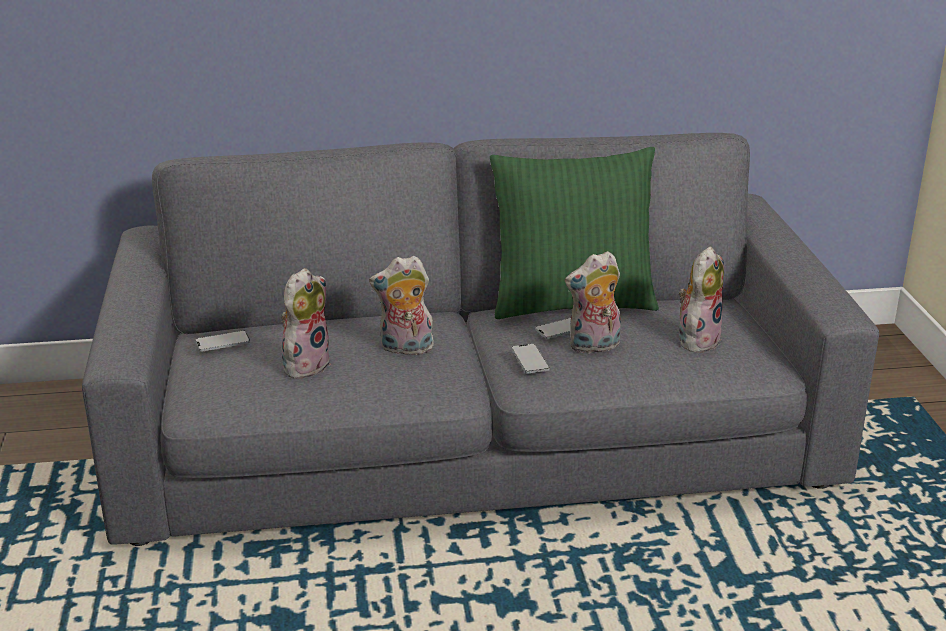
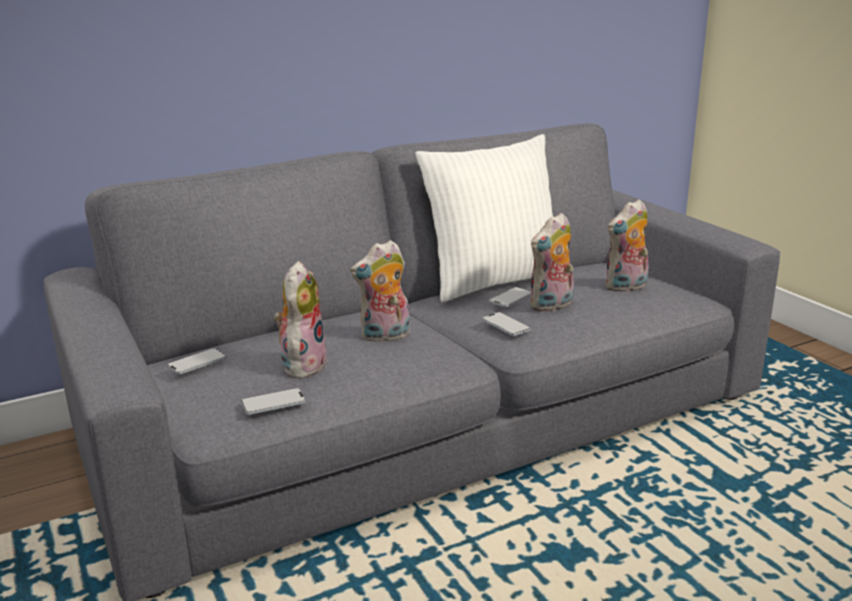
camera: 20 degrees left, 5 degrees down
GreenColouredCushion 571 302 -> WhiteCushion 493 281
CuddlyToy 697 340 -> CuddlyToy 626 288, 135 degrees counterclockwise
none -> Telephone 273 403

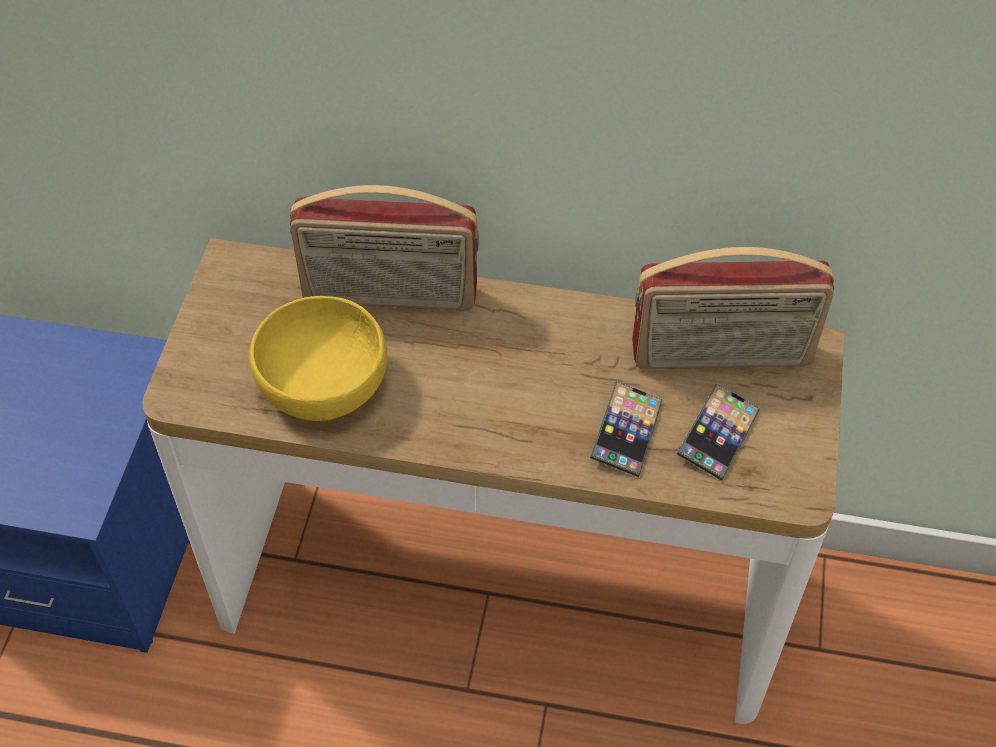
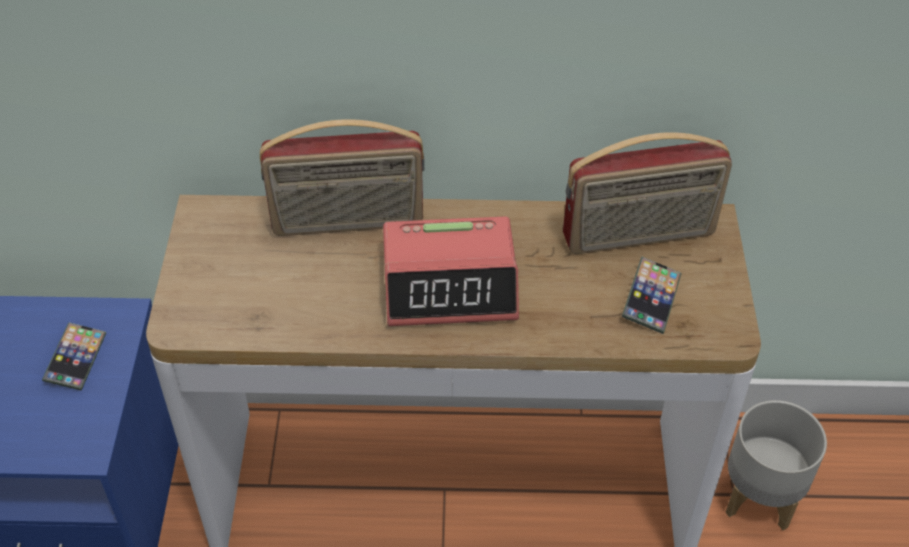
camera: 10 degrees left, 5 degrees down
YellowServingBowl 321 383 -> none
Telephone 626 432 -> Telephone 76 359, shifted
none -> AlarmClock 450 284
none -> GreyPlantPot 760 498

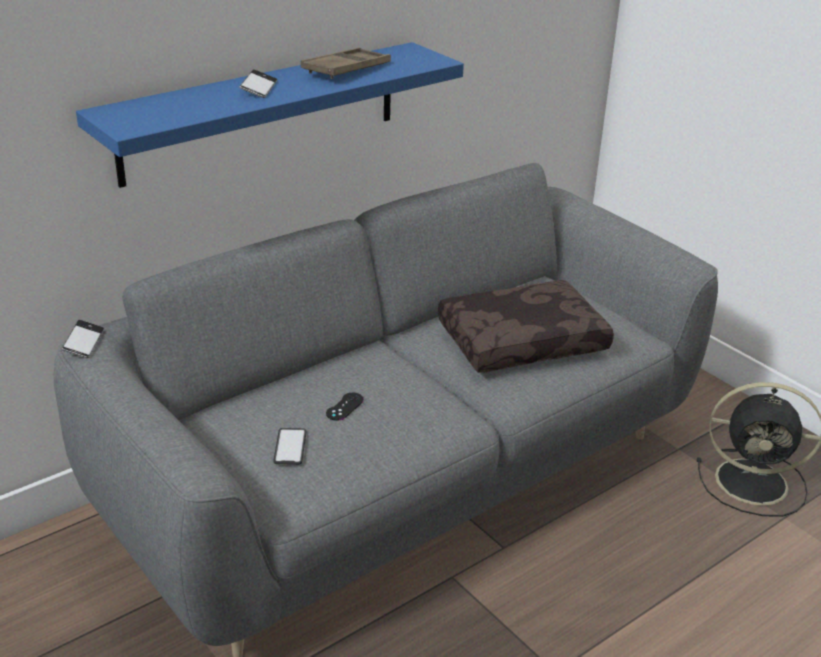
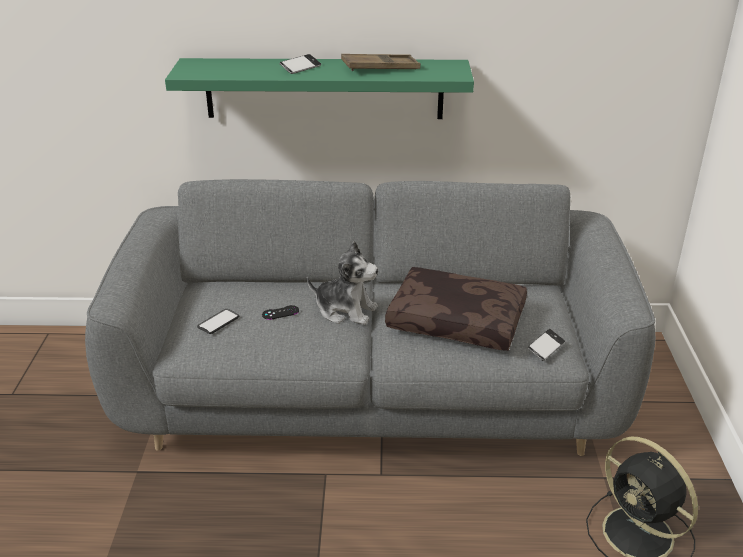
camera: 40 degrees right, 0 degrees up
BlueWallShelf 262 112 -> GreenColouredWallShelf 324 88
Telephone 84 343 -> Telephone 545 348, shifted
none -> CuddlyToy 345 310

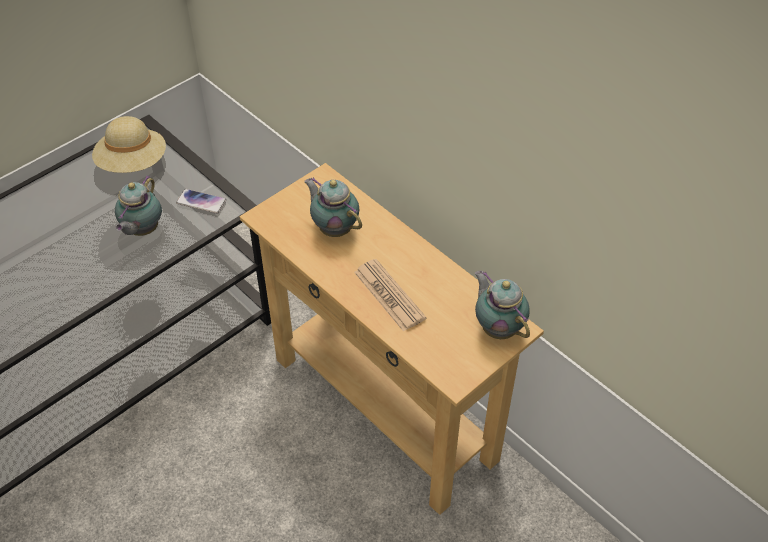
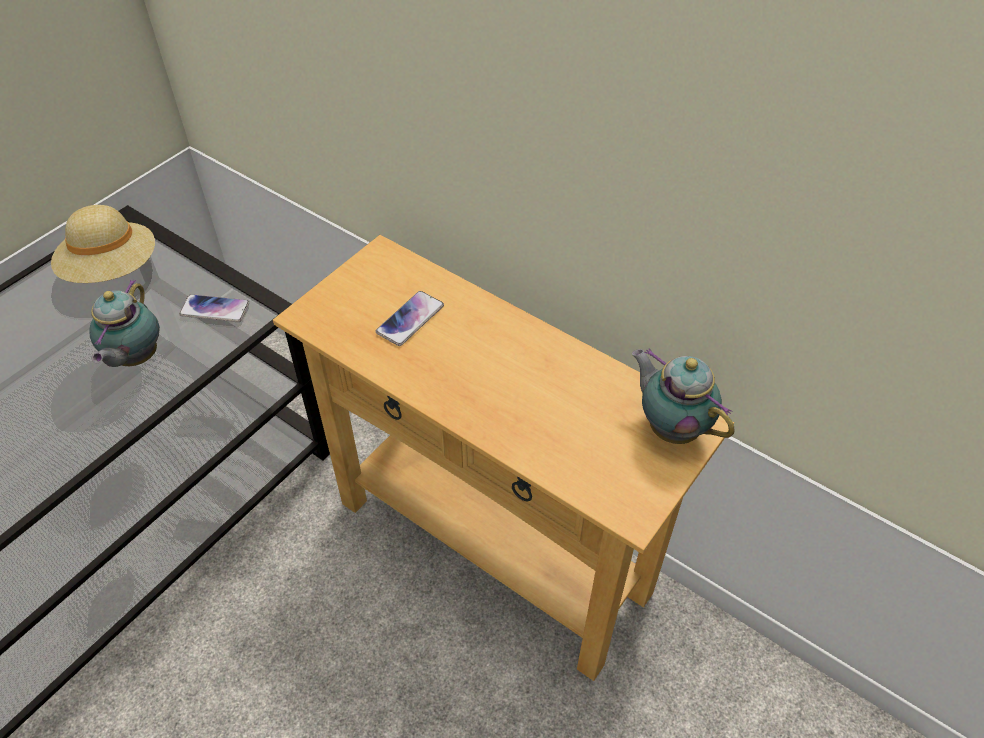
camera: 10 degrees left, 0 degrees up
PotForTea 334 228 -> Telephone 410 319
PrintedPaper 389 295 -> none

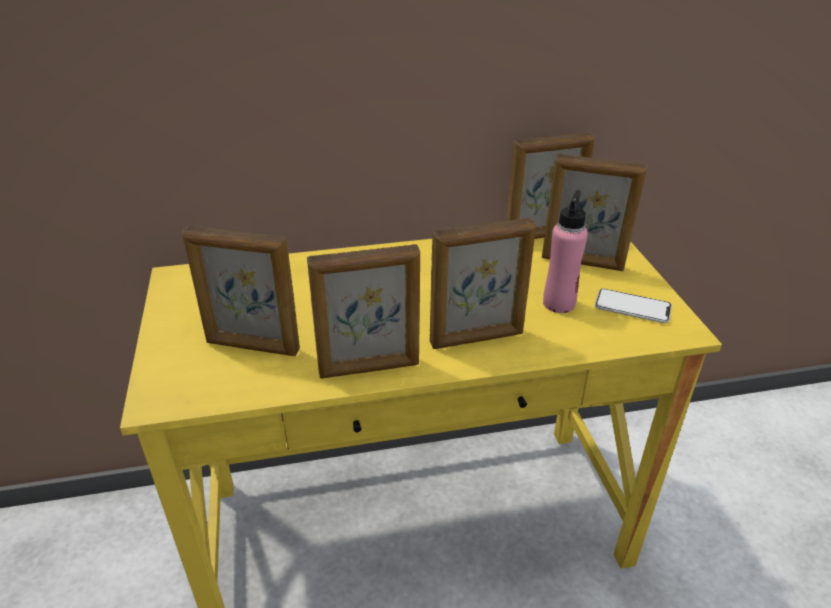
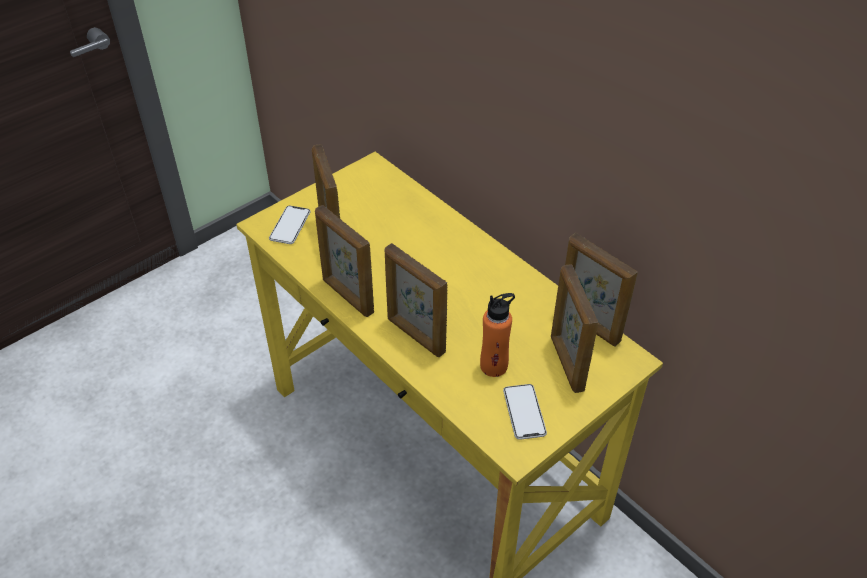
camera: 60 degrees right, 10 degrees up
PinkishBottle 559 303 -> OrangeBottle 494 366
none -> Telephone 290 225

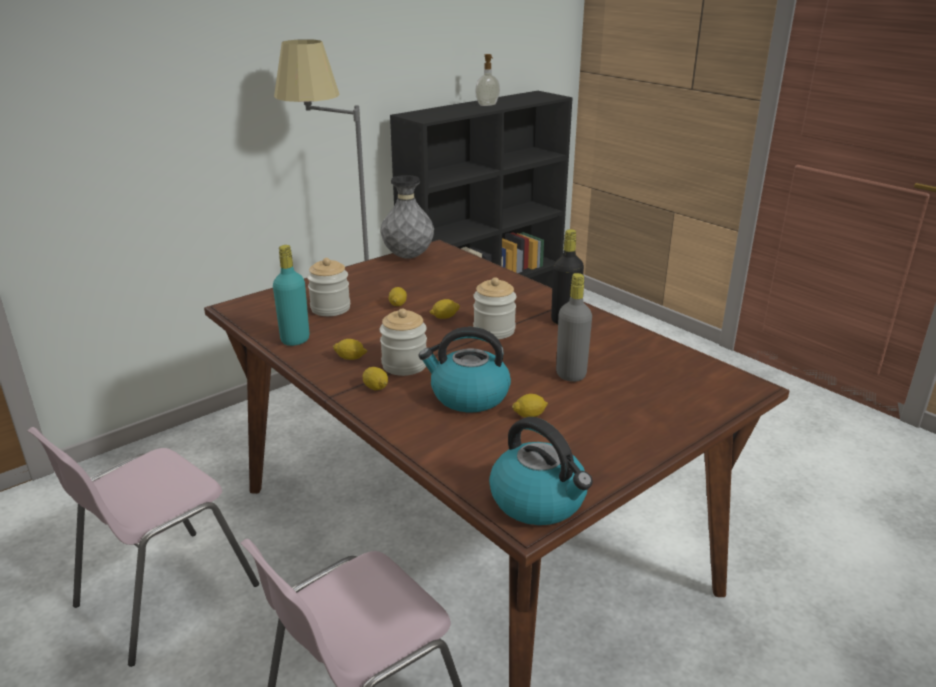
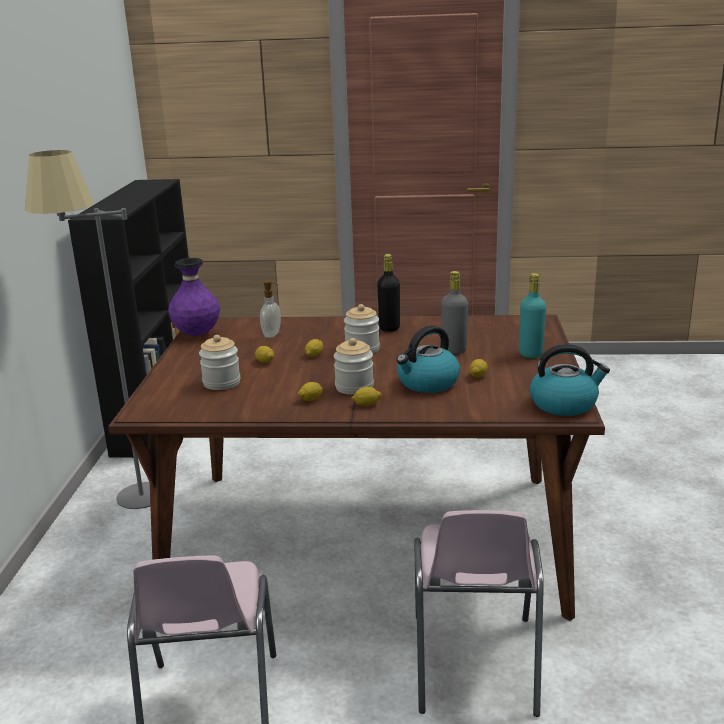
camera: 45 degrees left, 5 degrees down
LiquidSoapBottle 487 105 -> LiquidSoapBottle 272 334, shifted
GreyFlowerVase 408 257 -> PurplishFlowerVase 197 334
TurquoiseBottle 295 340 -> TurquoiseBottle 530 354, shifted

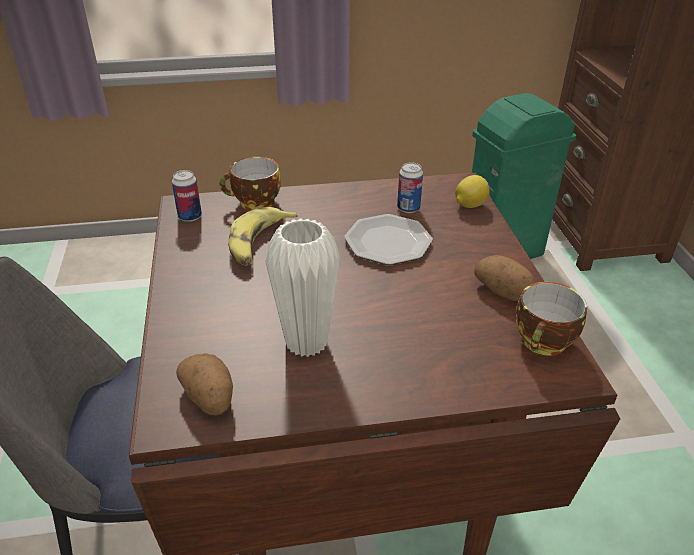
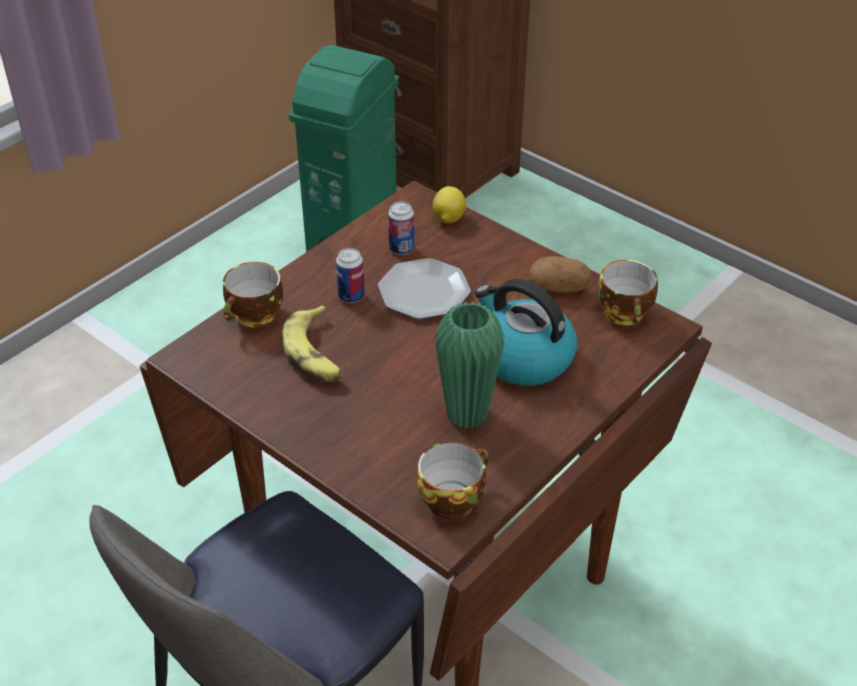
camera: 40 degrees left, 5 degrees up
SealedCan 190 217 -> SealedCan 351 296, shifted
WhiteFlowerVase 306 342 -> GreenColouredFlowerVase 467 414
Spud 210 398 -> SmallCup 452 498
none -> TeaKettle 523 357

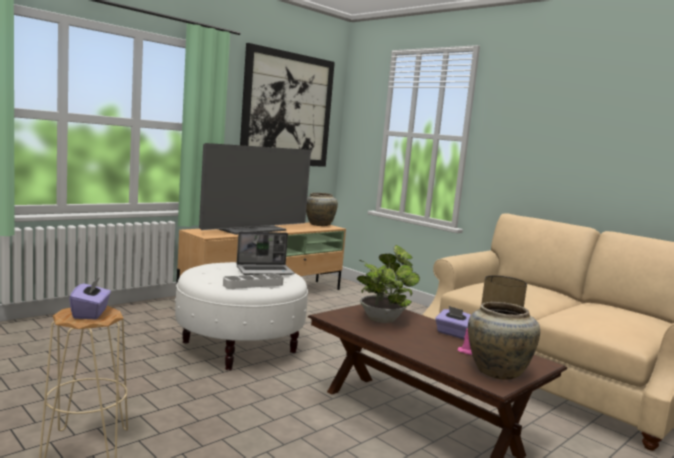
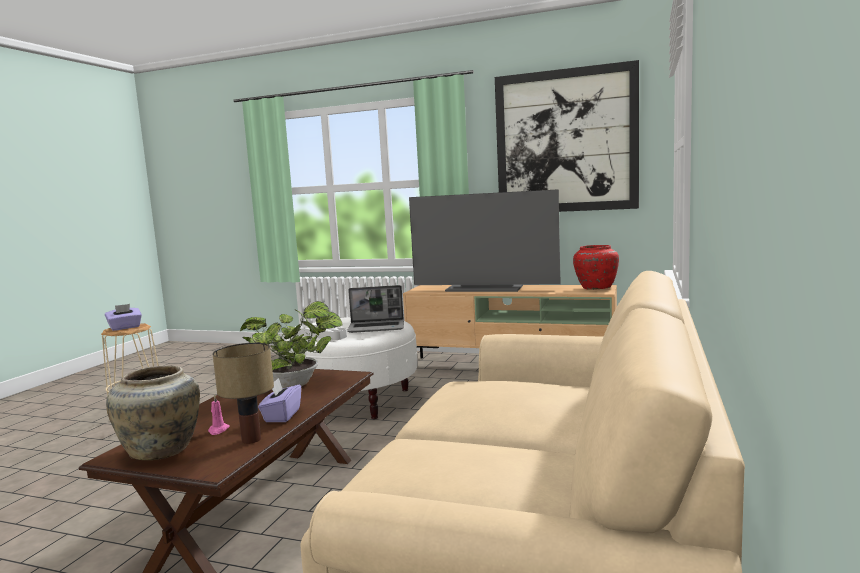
camera: 65 degrees right, 0 degrees up
SandColouredFlowerVase 319 224 -> ReddishFlowerVase 596 288
PortableComputer 265 271 -> PortableComputer 377 327, 45 degrees counterclockwise

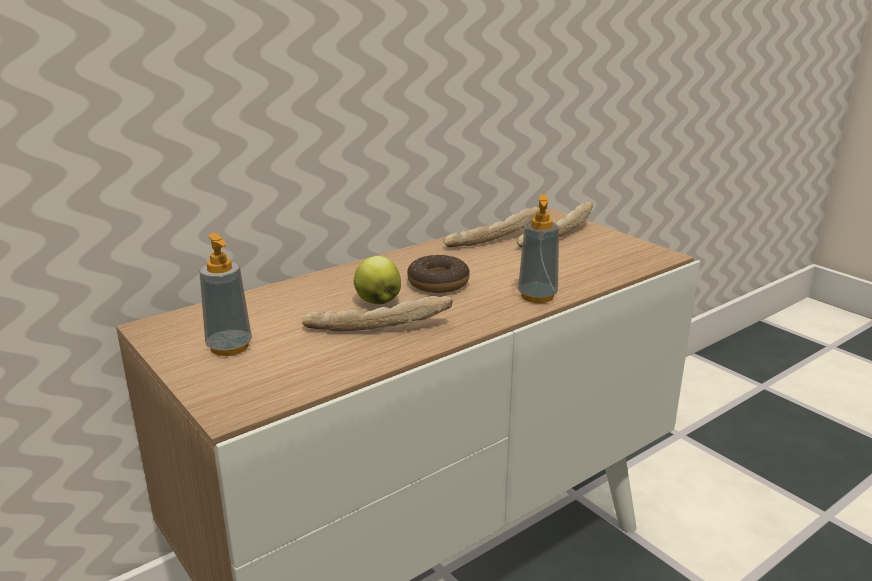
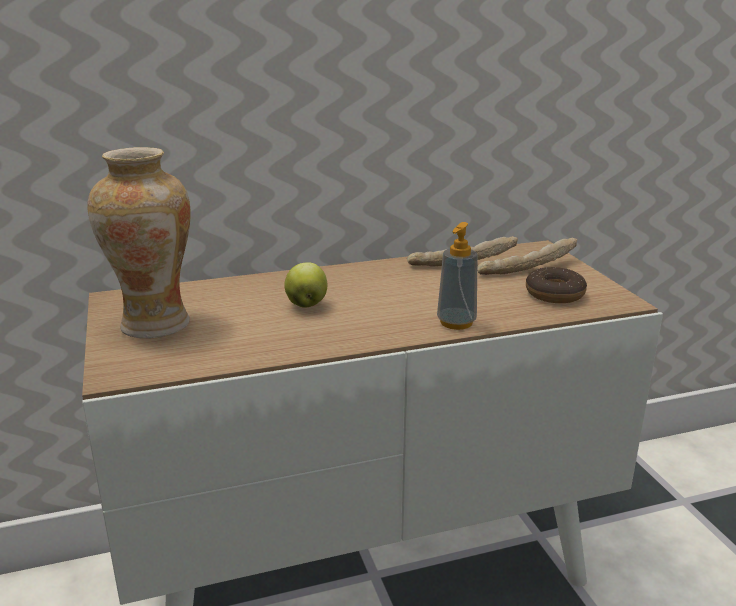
camera: 20 degrees right, 0 degrees up
LiquidSoapBottle 229 347 -> FlowerVase 155 324
Doughnut 438 283 -> Doughnut 554 294, shifted
BakedBread 378 326 -> none

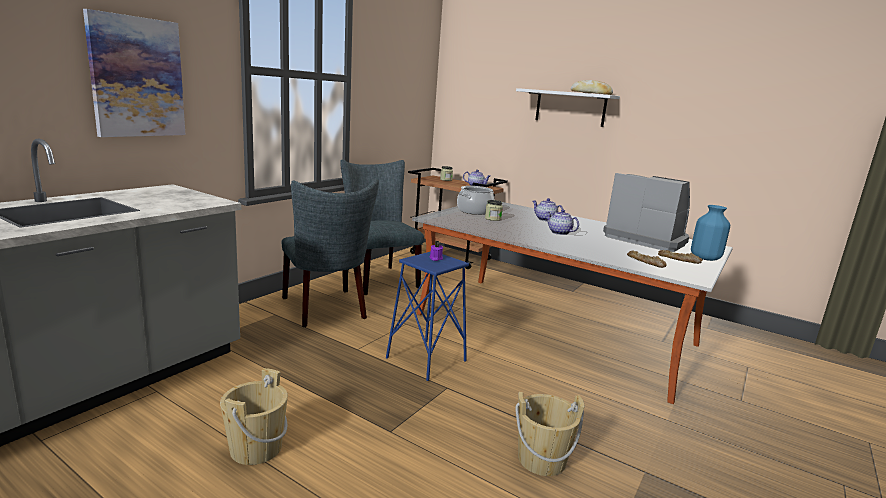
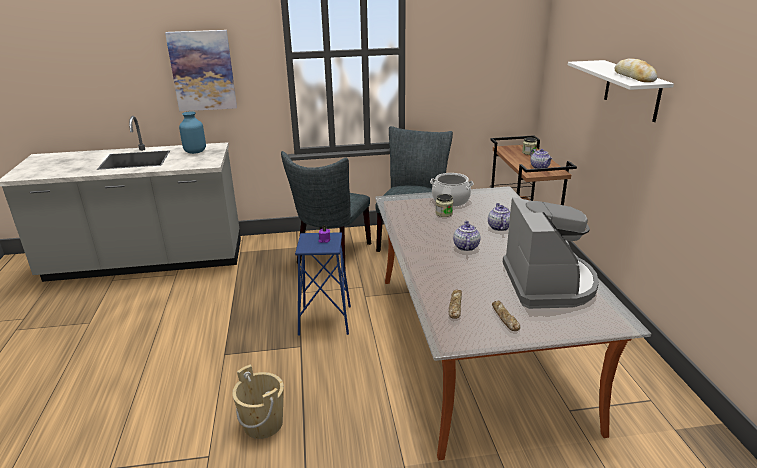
camera: 50 degrees right, 10 degrees up
BlueFlowerVase 705 258 -> BlueFlowerVase 195 152, shifted
SandColouredWaterBucket 256 448 -> none

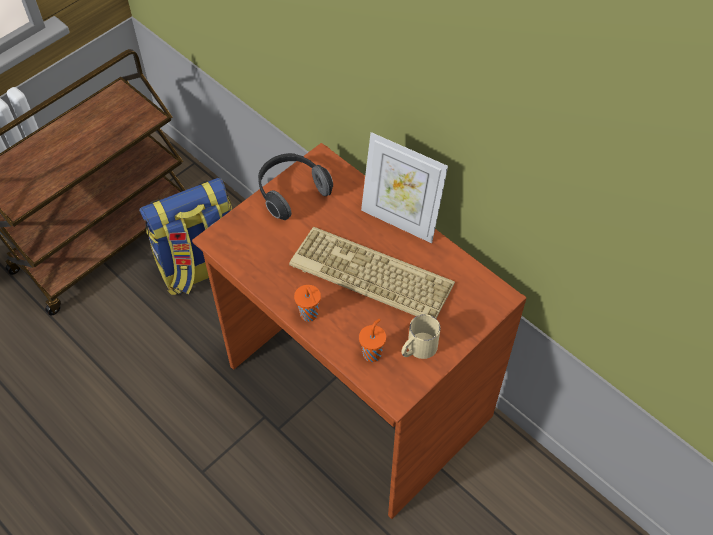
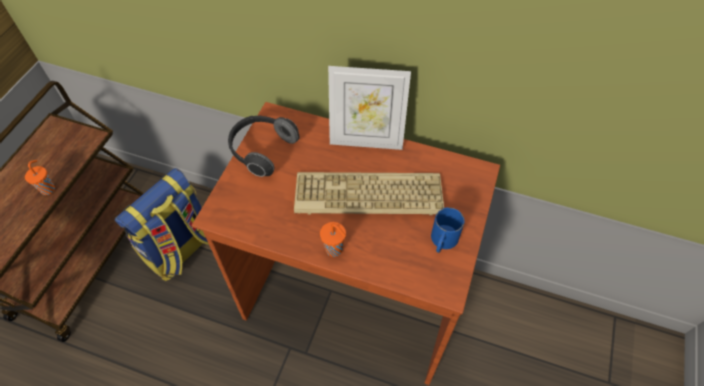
camera: 25 degrees left, 0 degrees up
SandColouredCoffeeMug 417 349 -> BlueCoffeeMug 442 241
OrangeSmallCup 372 353 -> OrangeSmallCup 48 188, shifted

